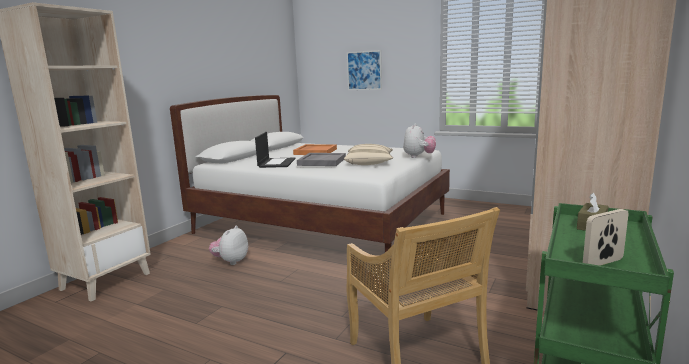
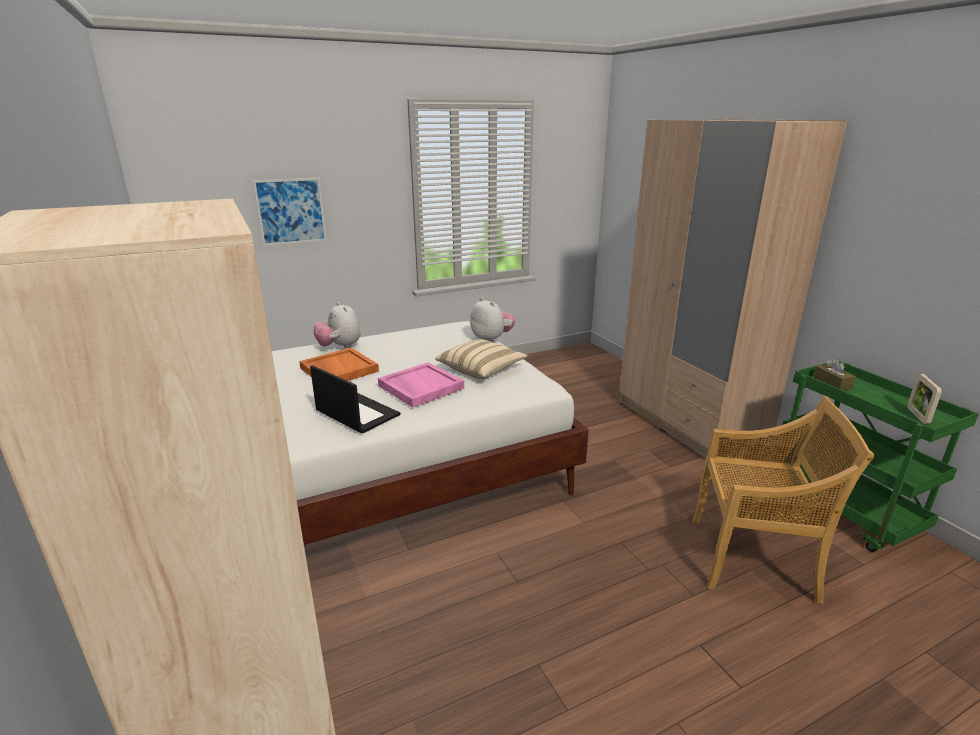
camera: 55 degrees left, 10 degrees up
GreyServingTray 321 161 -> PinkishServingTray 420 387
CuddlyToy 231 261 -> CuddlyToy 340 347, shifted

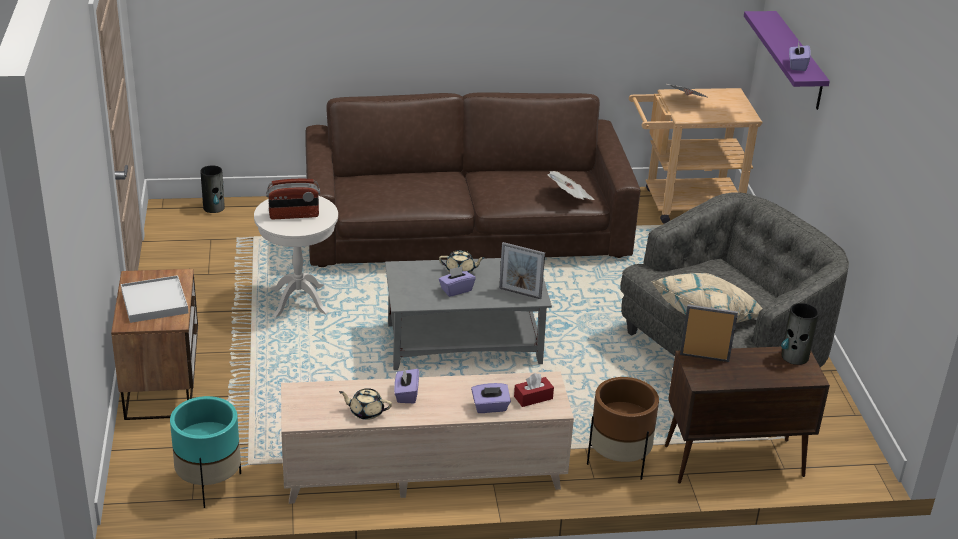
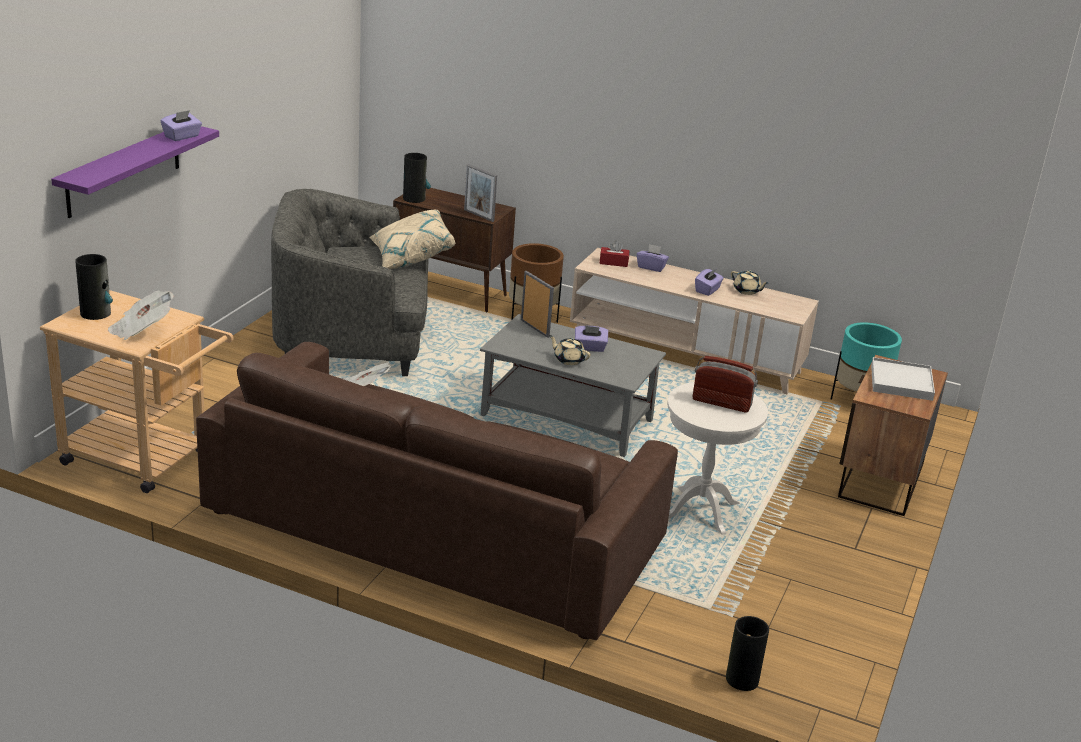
camera: 150 degrees left, 5 degrees down
none -> FlowerVase 96 313

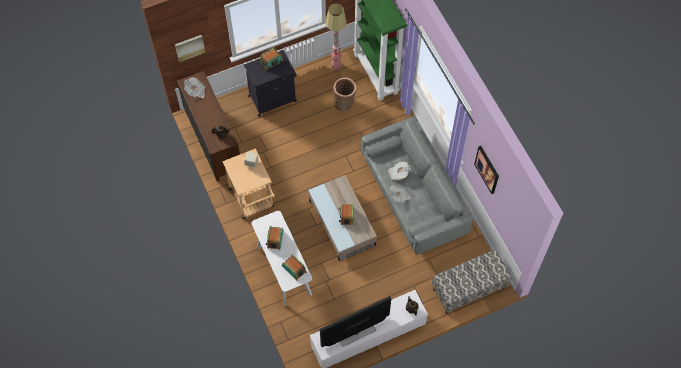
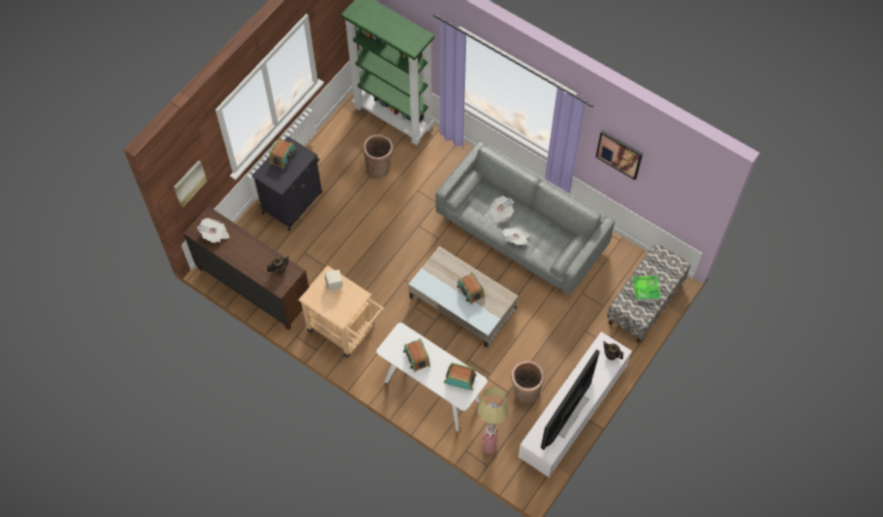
camera: 30 degrees left, 0 degrees up
FloorLamp 336 65 -> FloorLamp 489 447, shifted
none -> ServingTray 646 289
none -> HouseholdBasket 525 392

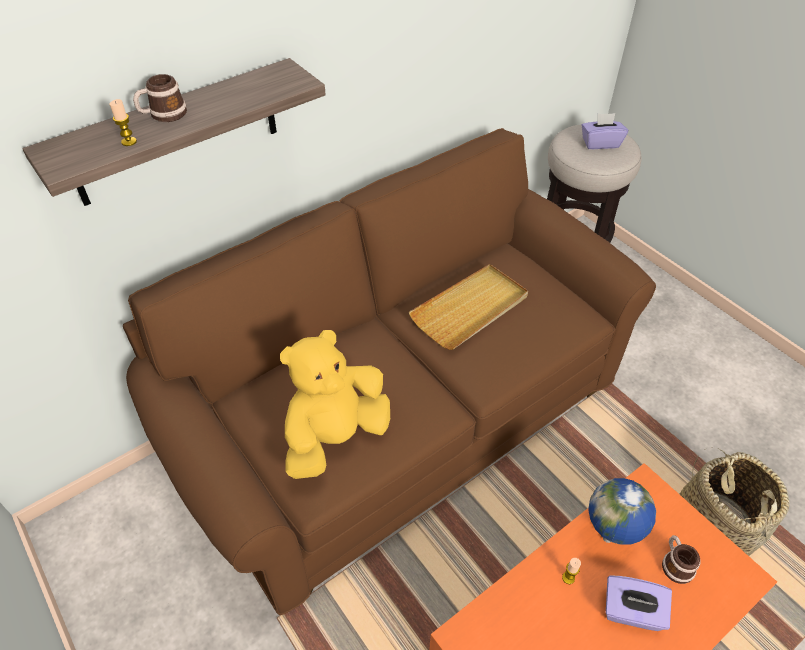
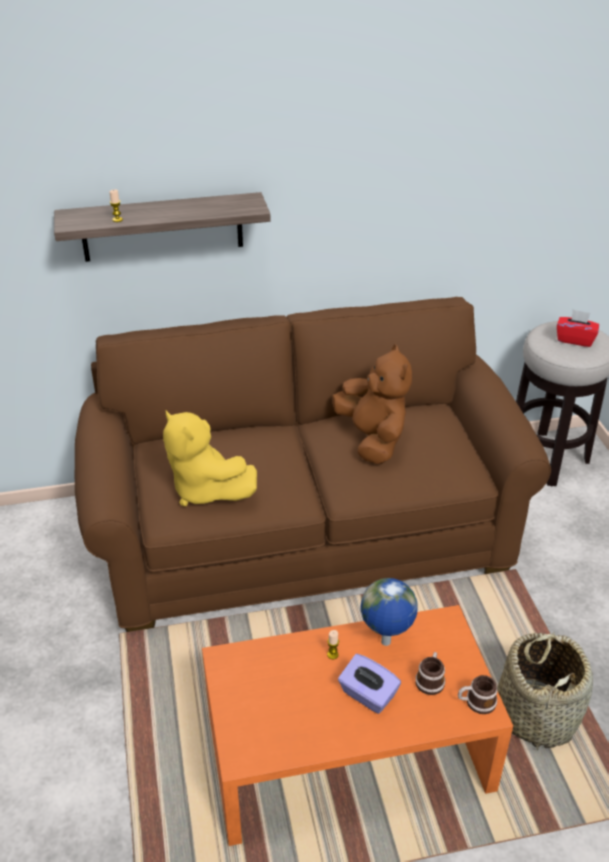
camera: 25 degrees right, 10 degrees down
CoffeeMug 163 115 -> CoffeeMug 476 702, shifted
PurplishBoxOfTissues 600 143 -> ReddishBoxOfTissues 575 339
SandColouredServingTray 470 309 -> BrownColouredCuddlyToy 372 439
YellowCuddlyToy 335 437 -> YellowCuddlyToy 205 490, 120 degrees counterclockwise

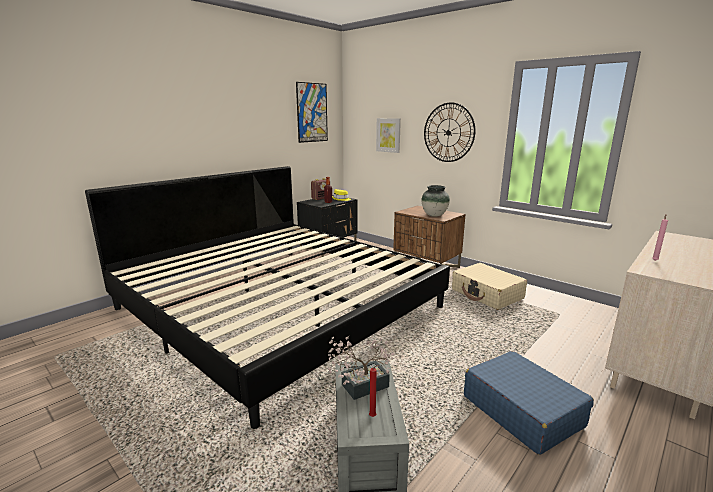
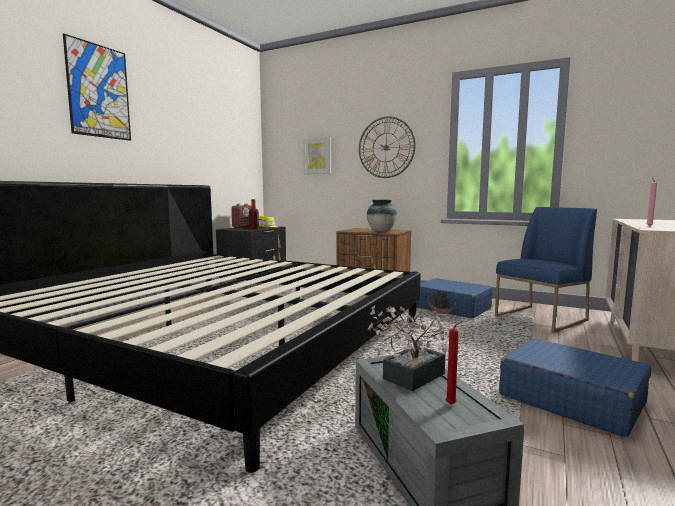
camera: 15 degrees left, 10 degrees down
WallPicture 312 112 -> WallPicture 99 91, shifted
SandColouredPieceOfLuggage 487 294 -> BluePieceOfLuggage 452 308
none -> BluePlainChair 541 319

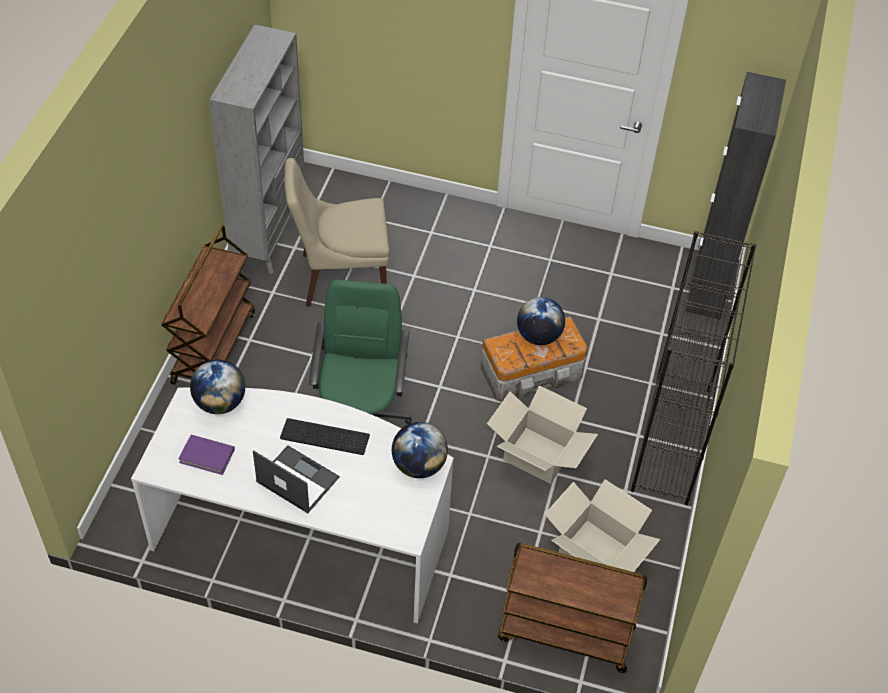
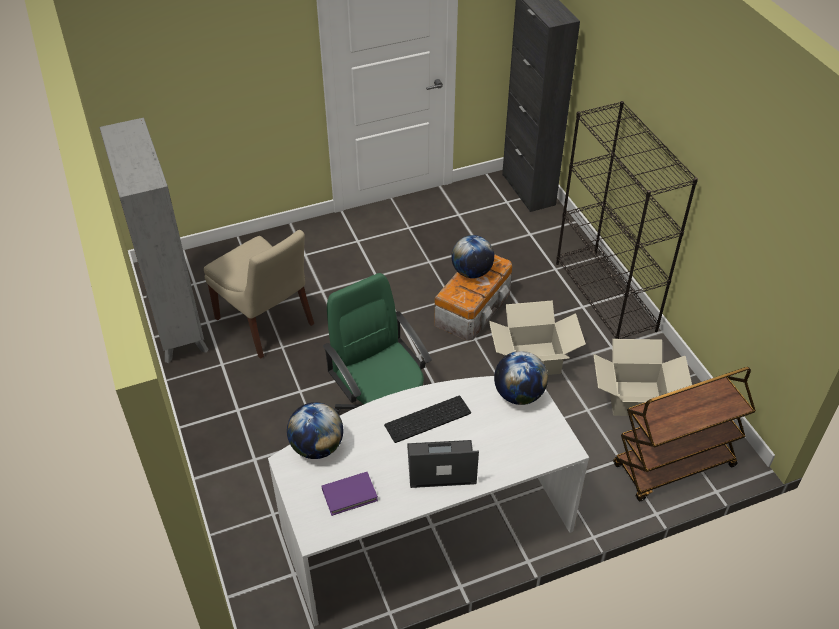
camera: 35 degrees left, 5 degrees down
SandColouredPlainChair 340 278 -> SandColouredPlainChair 266 323, 90 degrees counterclockwise
BrownColouredWheeledCart 213 347 -> none

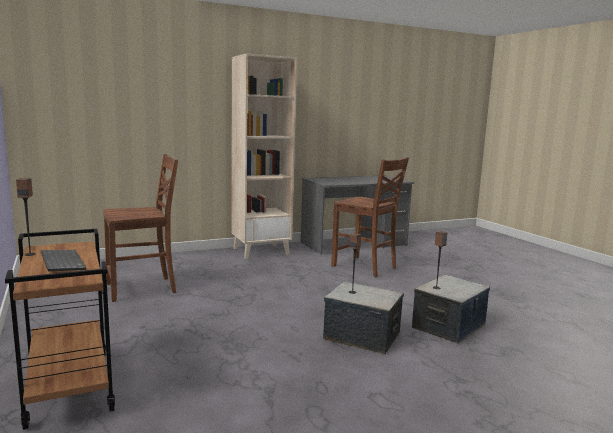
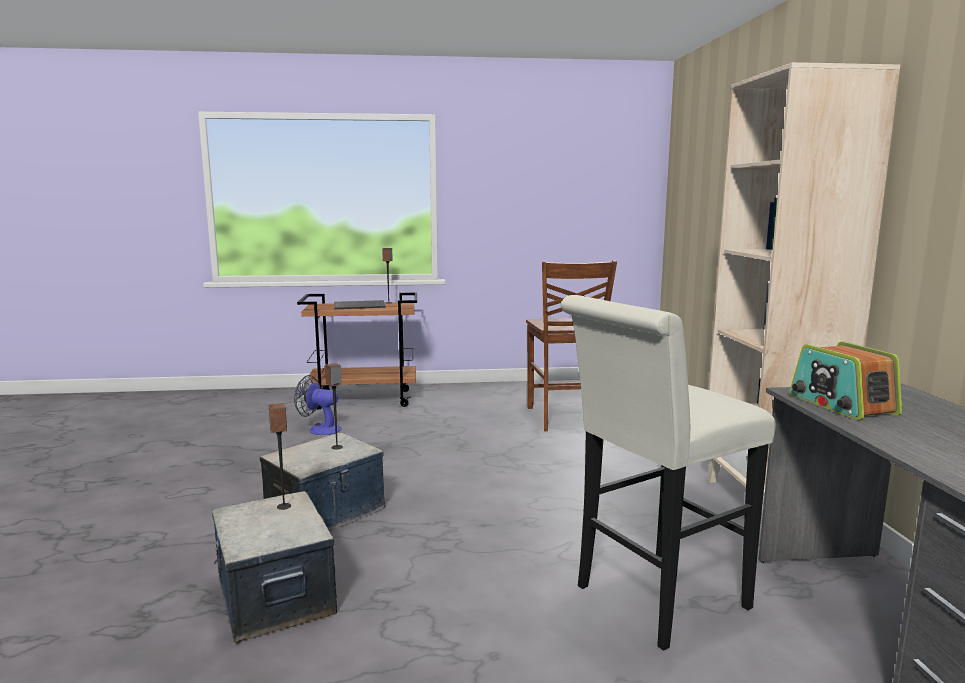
camera: 110 degrees right, 0 degrees up
BrownColouredPlainChair 365 267 -> WhiteStoolSeat 652 600
none -> Radio 841 404
none -> Fan 319 429

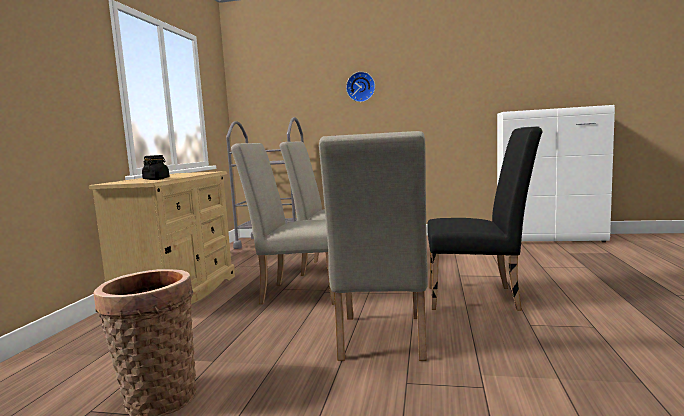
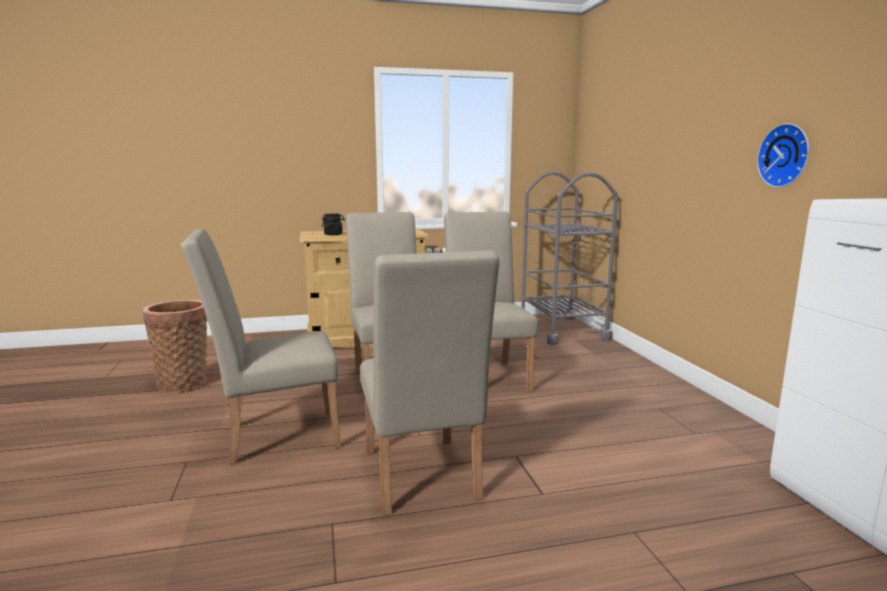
camera: 65 degrees right, 5 degrees up
ClockOnTheWall 361 87 -> ClockOnTheWall 786 155, shifted
BlackPlainChair 480 298 -> SandColouredPlainChair 421 480

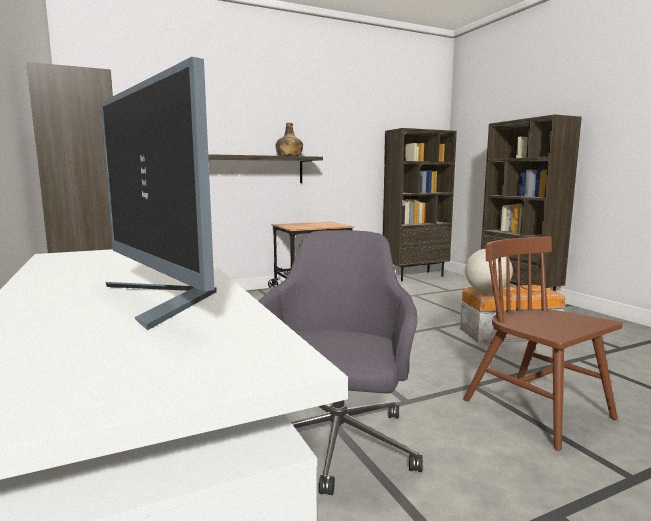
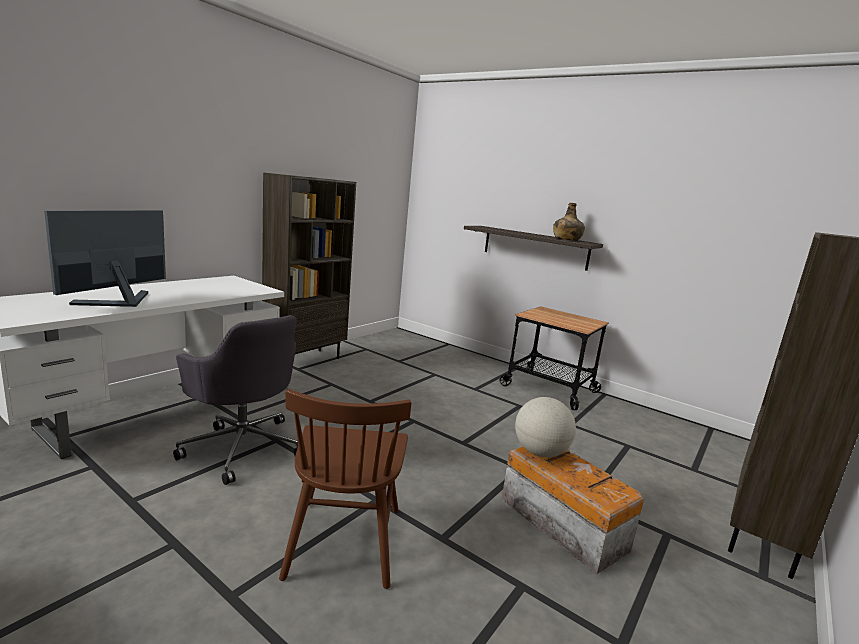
camera: 60 degrees right, 5 degrees up
BrownColouredShelvingUnit 415 276 -> none
GreyOfficeChair 335 446 -> GreyOfficeChair 242 447, 60 degrees clockwise
BrownColouredPlainChair 537 410 -> BrownColouredPlainChair 344 541, 150 degrees clockwise

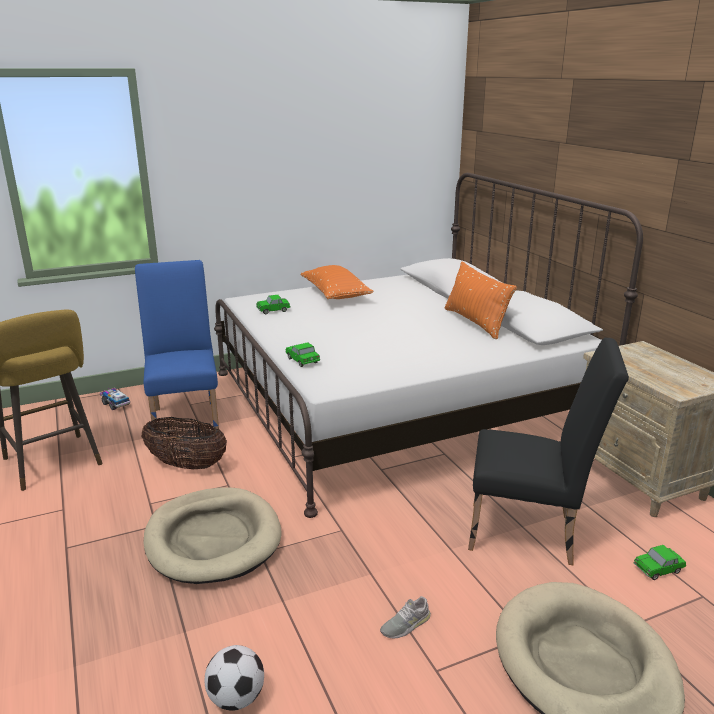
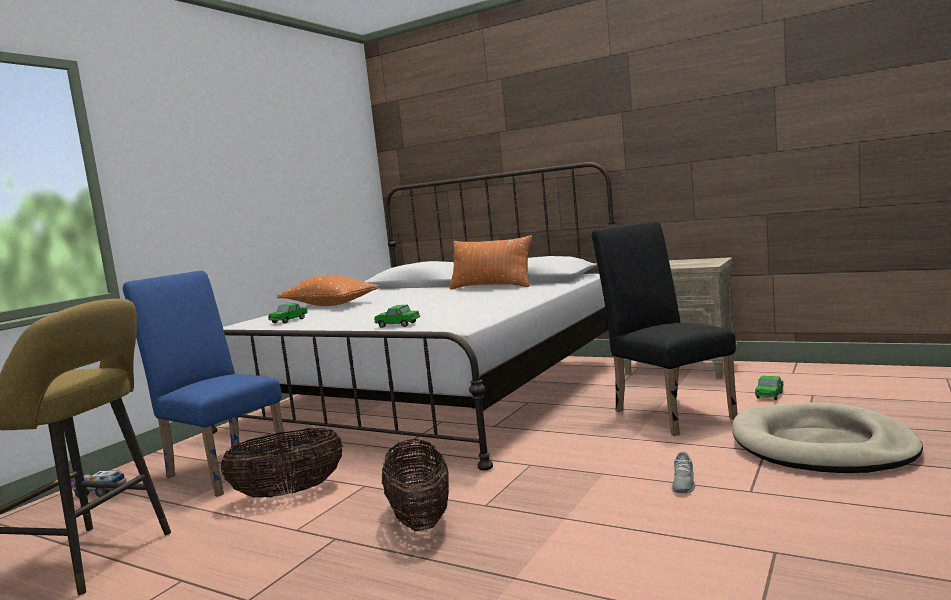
camera: 35 degrees left, 15 degrees down
BlackPlainChair 530 534 -> BlackPlainChair 668 411, 90 degrees counterclockwise
SandColouredDogCushion 213 539 -> HouseholdBasket 420 518
Football 236 698 -> none

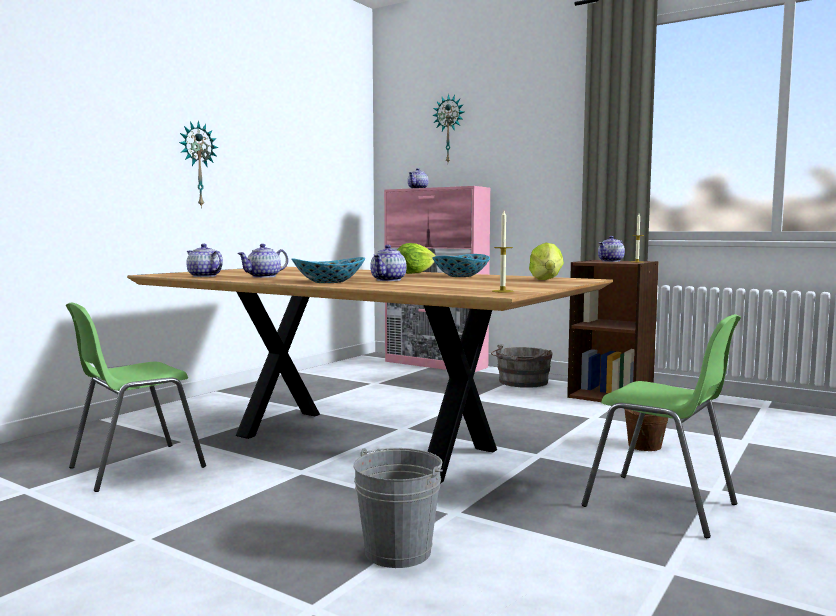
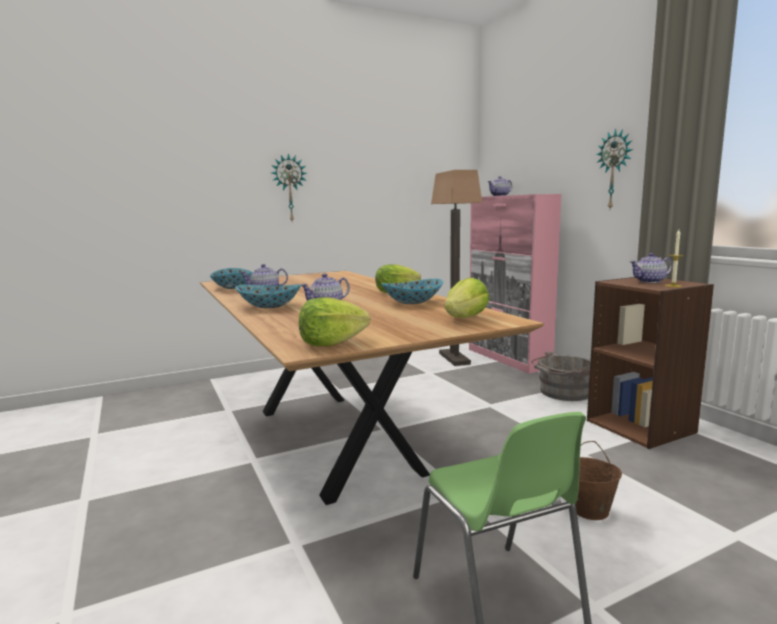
camera: 30 degrees right, 5 degrees up
ClockOnTheWall 449 129 -> ClockOnTheWall 615 170, shifted
WaxLight 502 291 -> HeadOfLettuce 331 343
PotForTea 204 276 -> ServingBowl 232 287
GreenColouredPlainChair 135 467 -> none
GreyWaterBucket 398 551 -> none
none -> FloorLamp 454 359

